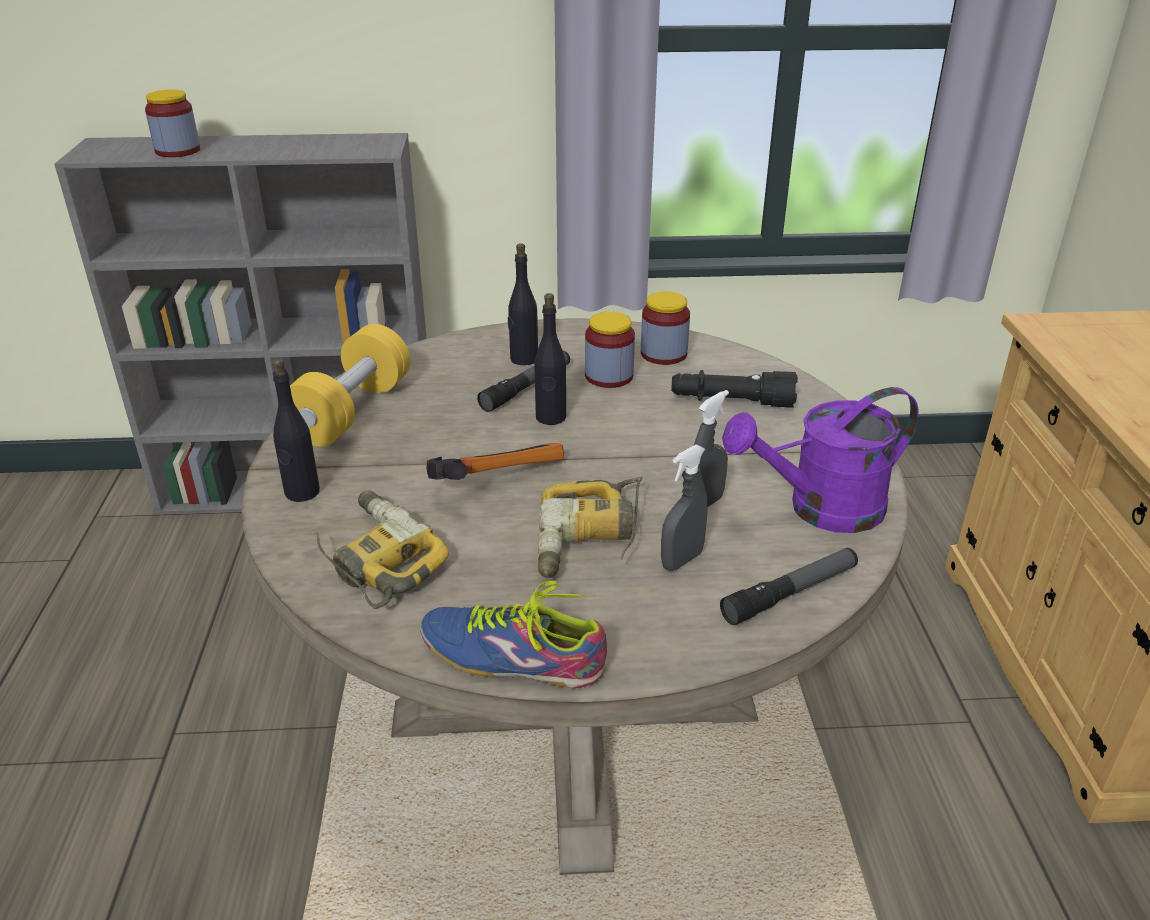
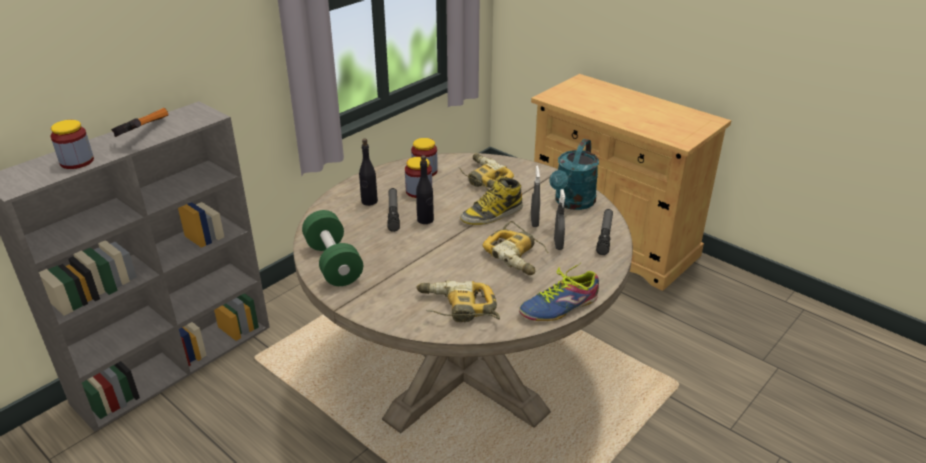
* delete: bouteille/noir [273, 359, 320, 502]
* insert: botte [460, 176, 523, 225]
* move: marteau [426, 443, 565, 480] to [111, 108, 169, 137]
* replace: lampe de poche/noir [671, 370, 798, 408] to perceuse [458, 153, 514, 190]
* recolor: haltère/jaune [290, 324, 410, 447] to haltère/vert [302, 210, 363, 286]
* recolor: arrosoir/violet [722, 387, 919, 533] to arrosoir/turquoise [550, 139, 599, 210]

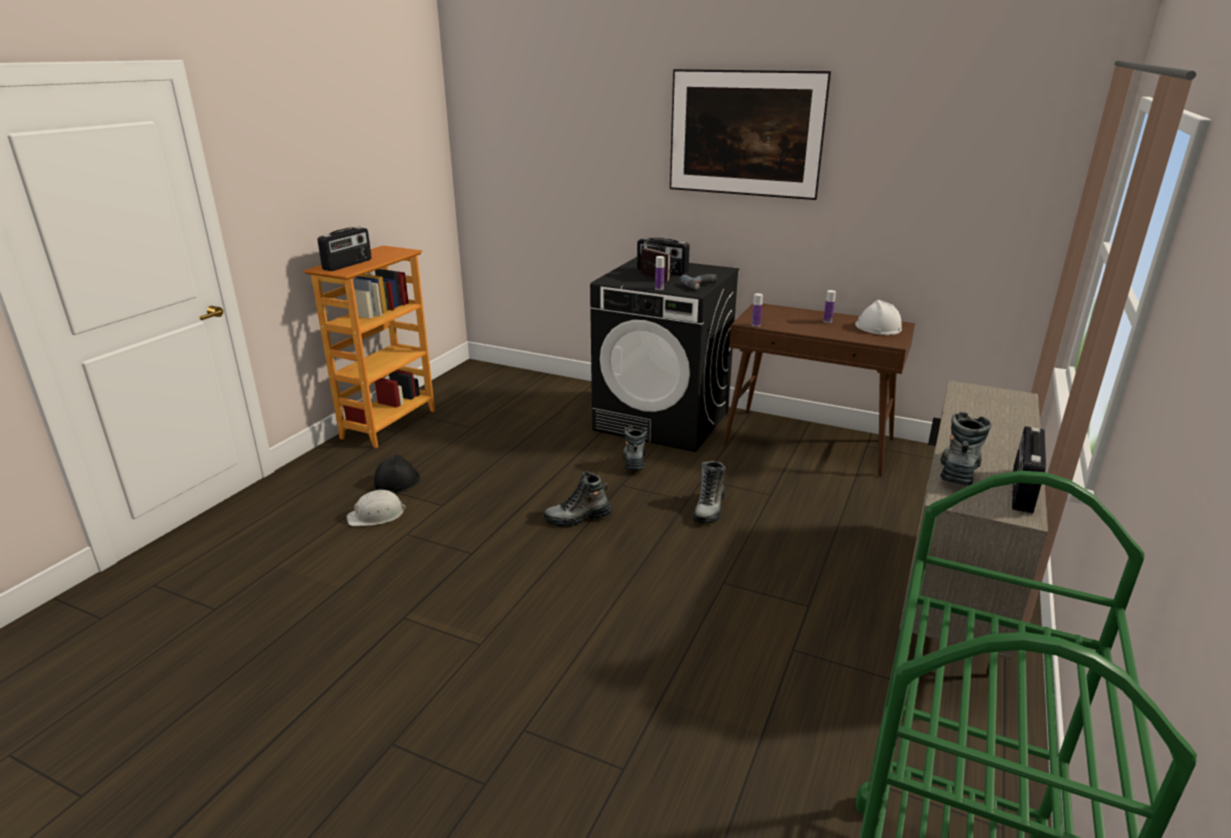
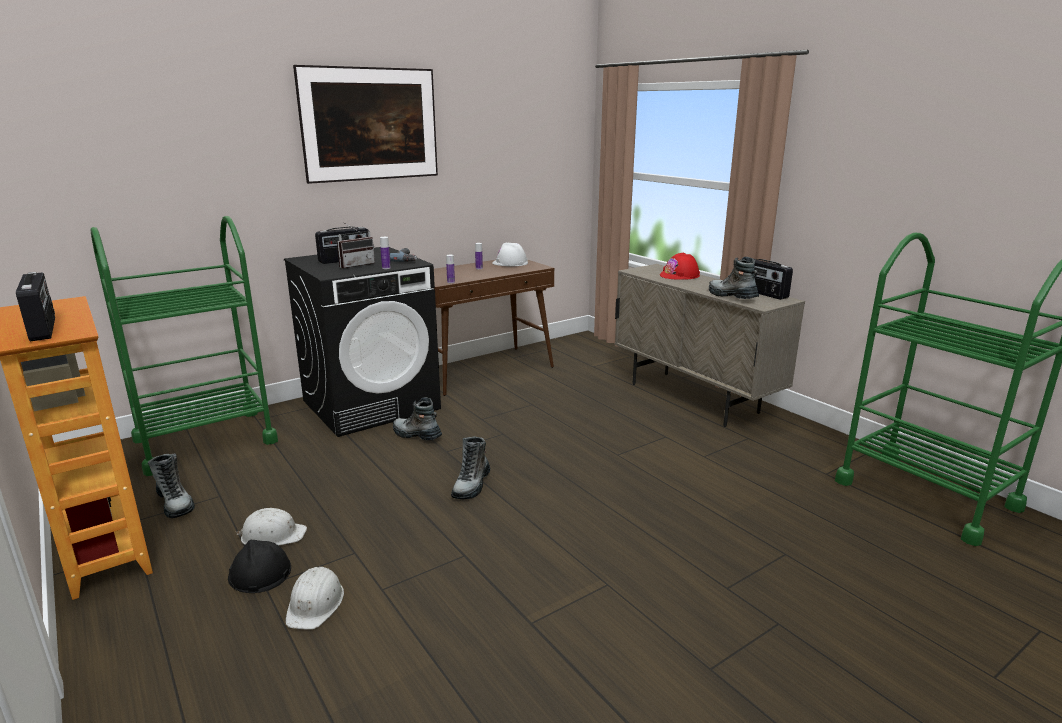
* insert: chariot/vert [90, 216, 278, 476]
* insert: casque de chantier/blanc [236, 508, 307, 545]
* insert: casque de chantier/rouge [660, 252, 700, 280]
* move: botte [693, 461, 726, 523] to [148, 454, 195, 518]
* rotate: radio [641, 239, 672, 281] = [337, 222, 375, 268] 150 degrees clockwise

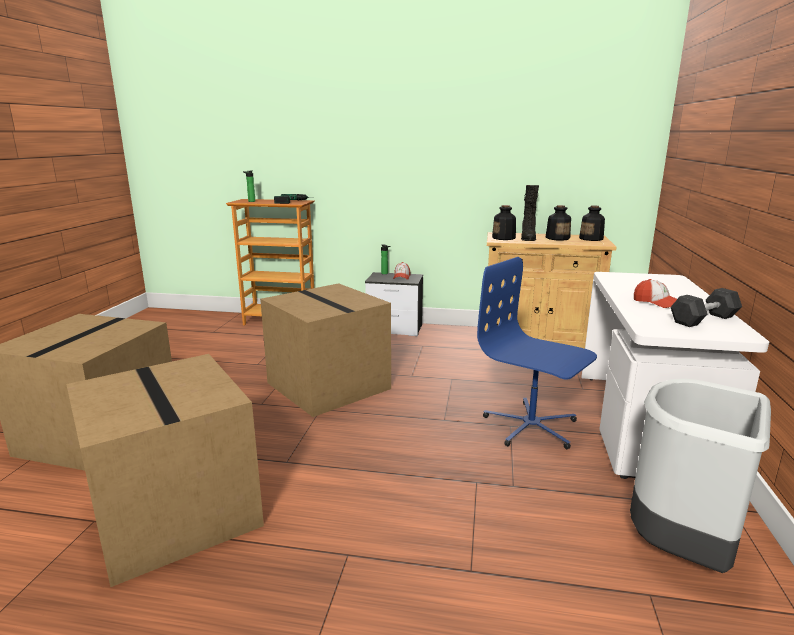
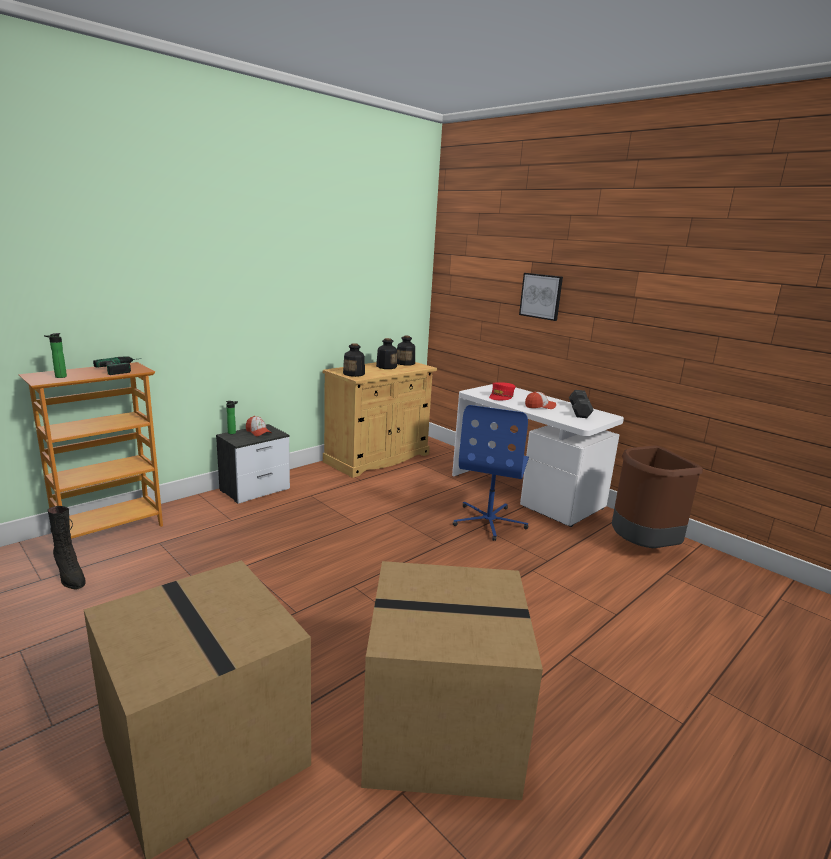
* delete: carton [260, 283, 391, 417]
* insert: casquette/rouge [489, 382, 515, 400]
* insert: tableau [519, 273, 563, 321]
* move: botte/noir [521, 185, 539, 241] to [48, 506, 85, 589]
* recolor: poubelle/gris [630, 378, 771, 573] to poubelle/marron [612, 445, 703, 548]
* rotate: chaise de bureau/bleu [477, 257, 597, 449] = [453, 405, 529, 541] 60 degrees counterclockwise

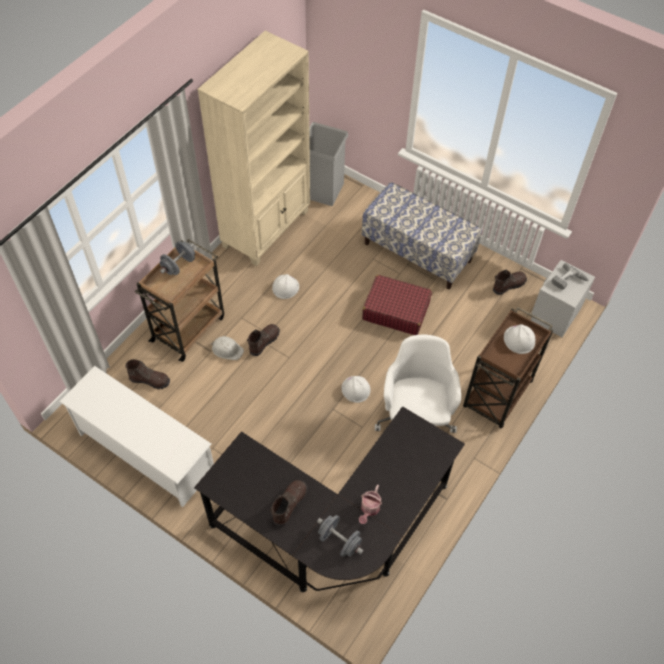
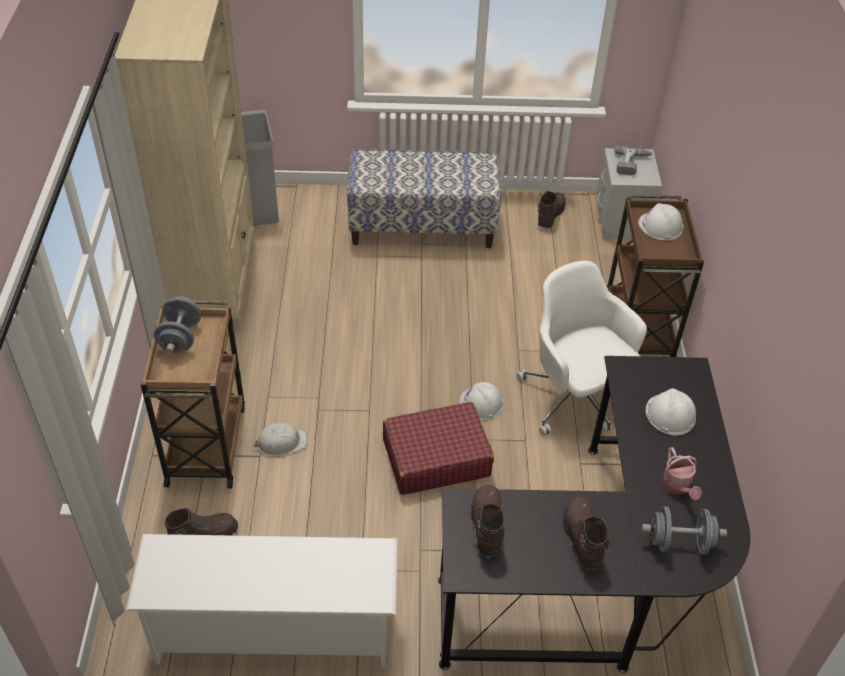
* move: botte/marron [247, 324, 280, 356] to [470, 485, 505, 557]
* move: casque de chantier/blanc [272, 274, 299, 299] to [645, 388, 696, 436]
* move: valise/rouge [362, 275, 432, 335] to [383, 402, 494, 495]

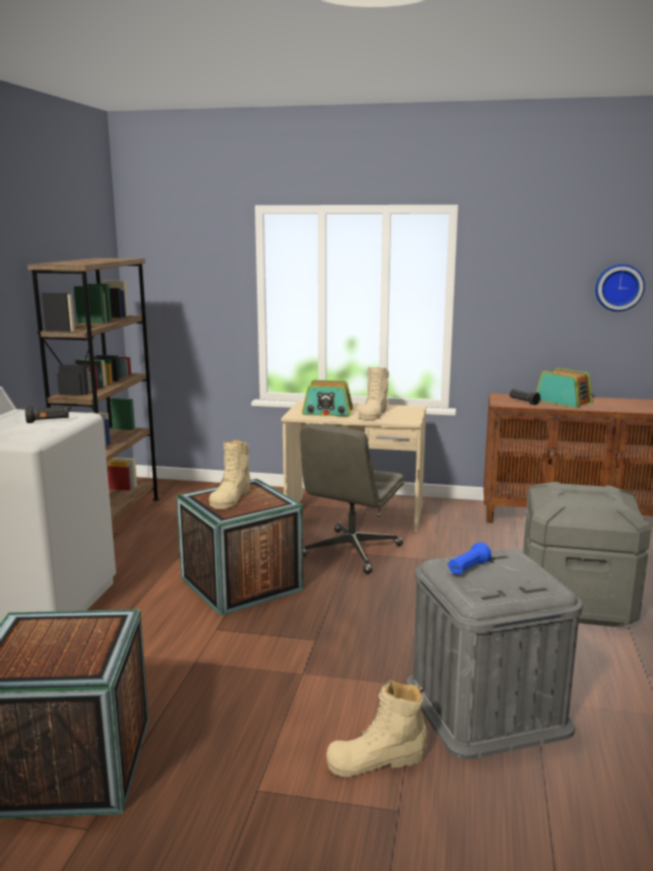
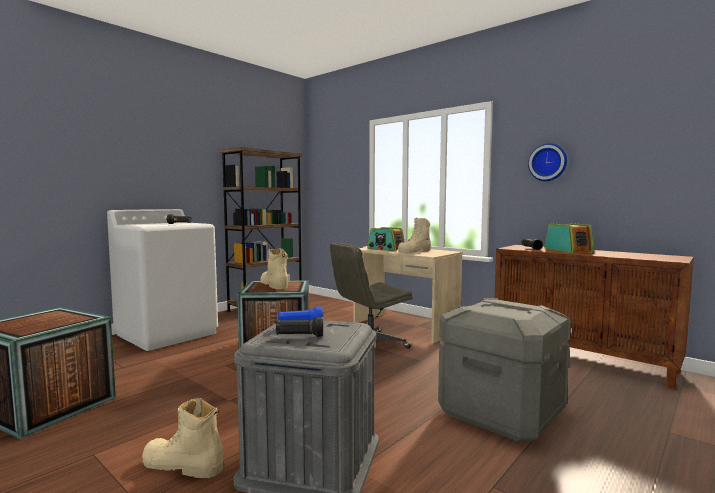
* insert: lampe de poche/noir [276, 317, 323, 337]
* move: horloge murale [595, 264, 645, 312] to [528, 143, 567, 181]
* rotate: botte/beige [209, 440, 250, 509] = [260, 248, 288, 289] 105 degrees clockwise

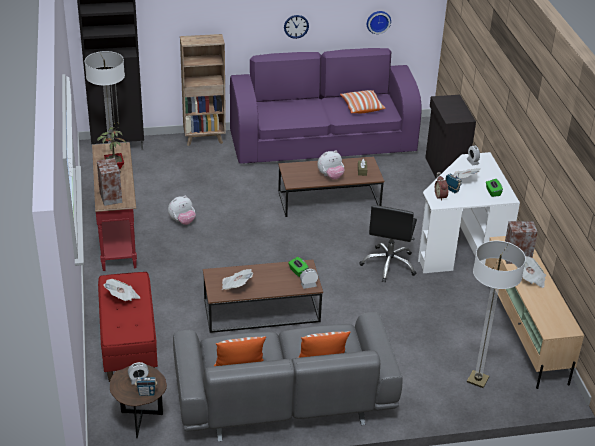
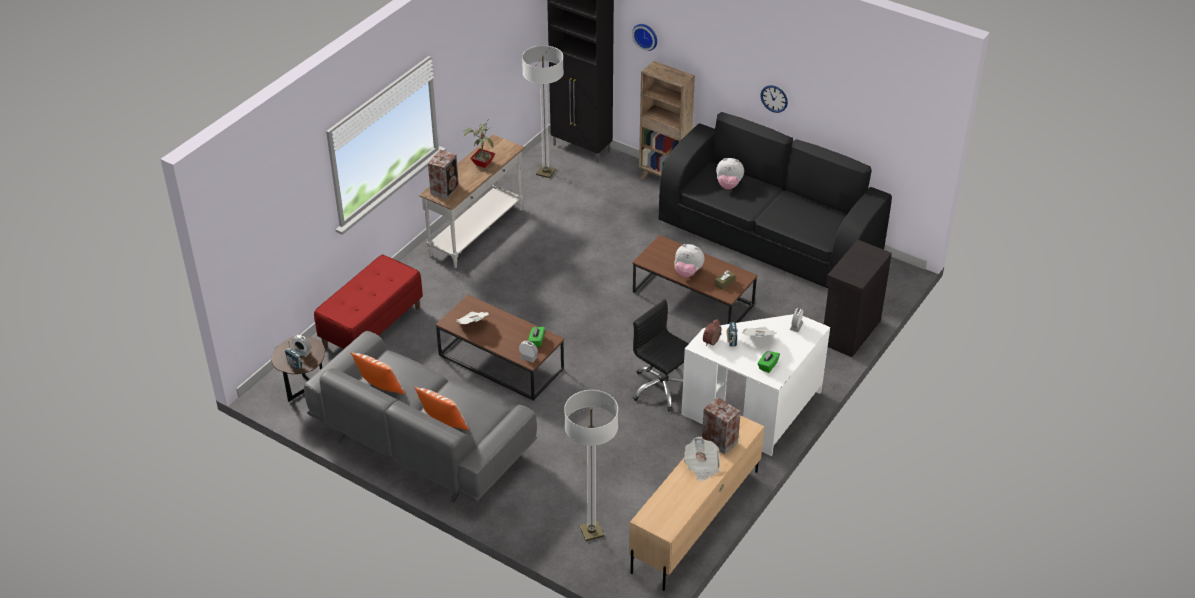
* delete: journal [103, 279, 141, 301]
* delete: coussin [340, 90, 385, 113]
* move: peluche [168, 195, 196, 225] to [716, 158, 744, 190]
* move: horloge murale [367, 11, 391, 34] to [632, 24, 657, 51]
* recolor: table console/rouge [92, 142, 137, 271] to table console/blanc [419, 135, 525, 268]
* recolor: canapé/violet [230, 48, 421, 164] to canapé/noir [659, 112, 892, 288]
* rotate: chaise de bureau/noir [359, 205, 417, 282] = [632, 299, 689, 412] 75 degrees clockwise

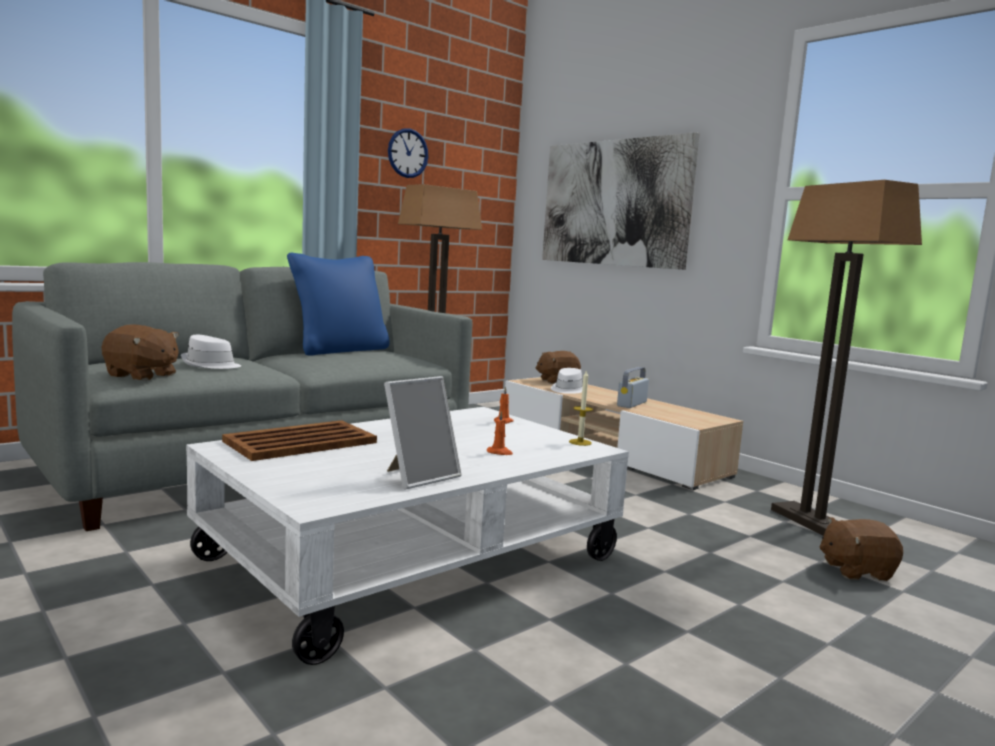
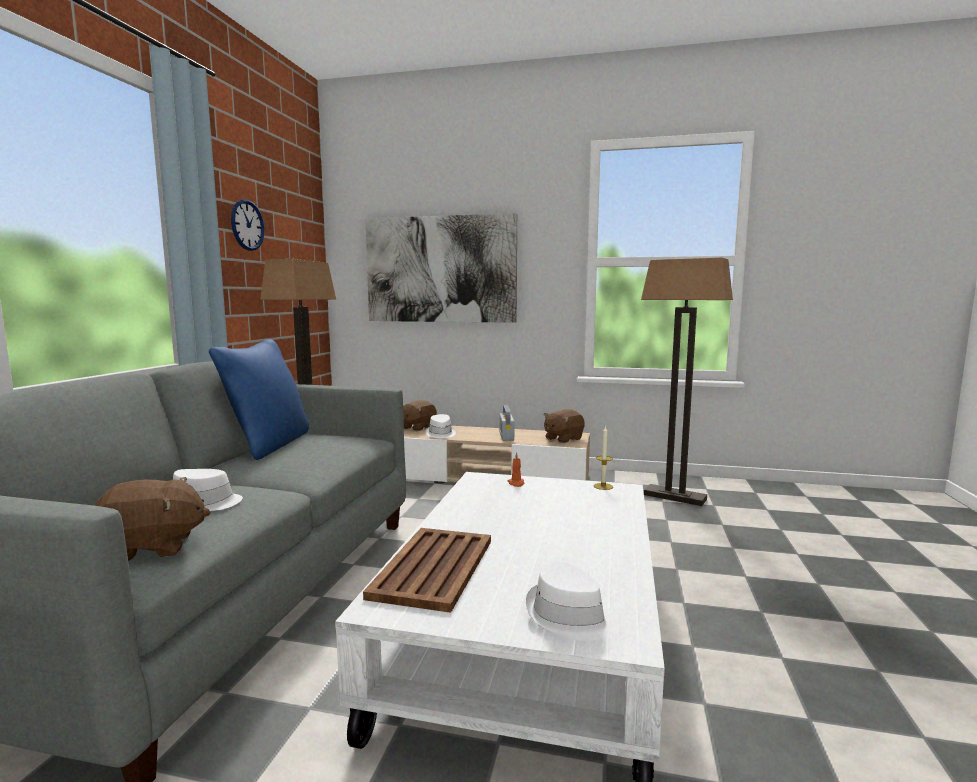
* delete: cadre photo [384, 376, 462, 490]
* delete: bougie/orange [487, 411, 513, 455]
* insert: chapeau/blanc [526, 561, 616, 641]
* move: peluche/marron [820, 517, 903, 581] to [544, 409, 585, 443]

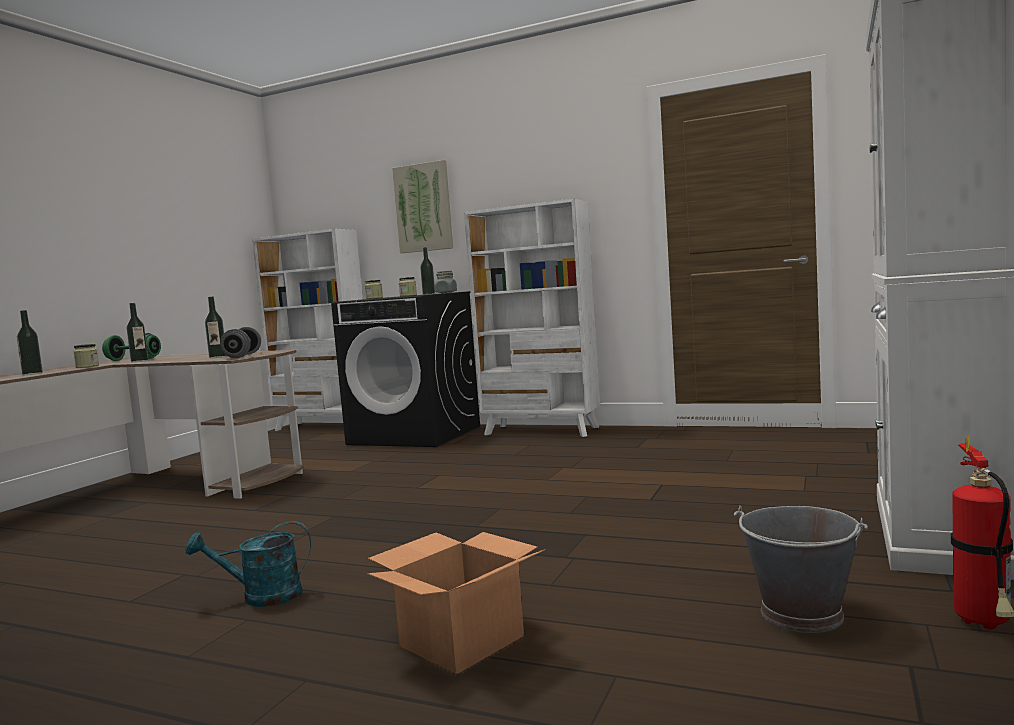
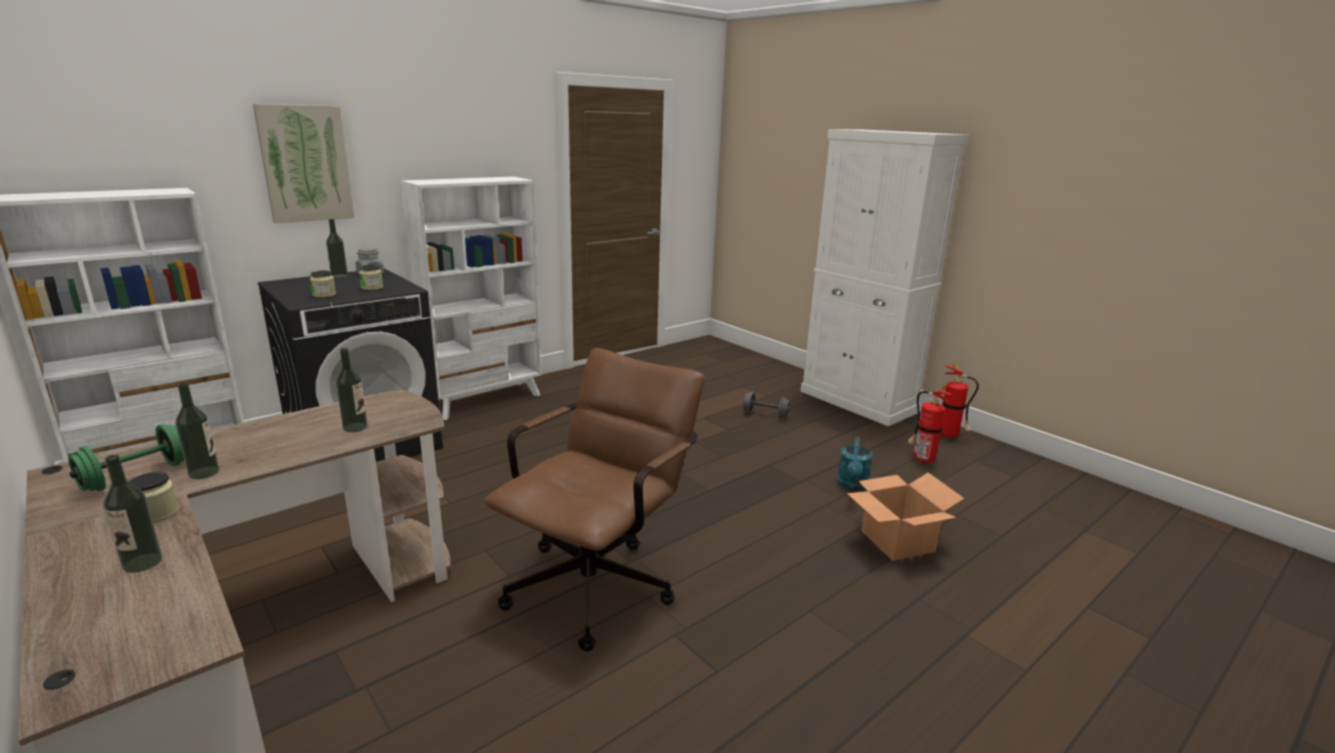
* insert: chaise de bureau/marron [484, 348, 705, 652]
* move: arrosoir/turquoise [185, 521, 311, 607] to [837, 436, 873, 491]
* move: haltère/gris [220, 327, 261, 358] to [743, 391, 791, 419]
* replace: seau/gris [734, 506, 868, 633] to extincteur [908, 385, 951, 463]

